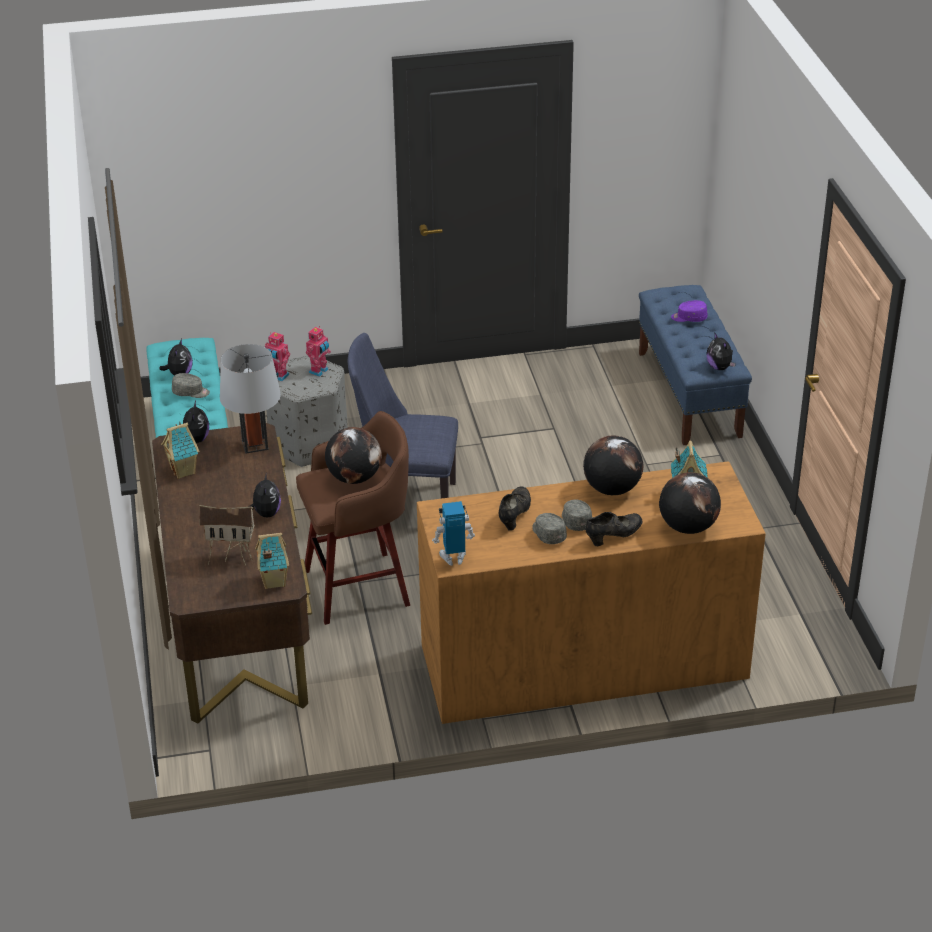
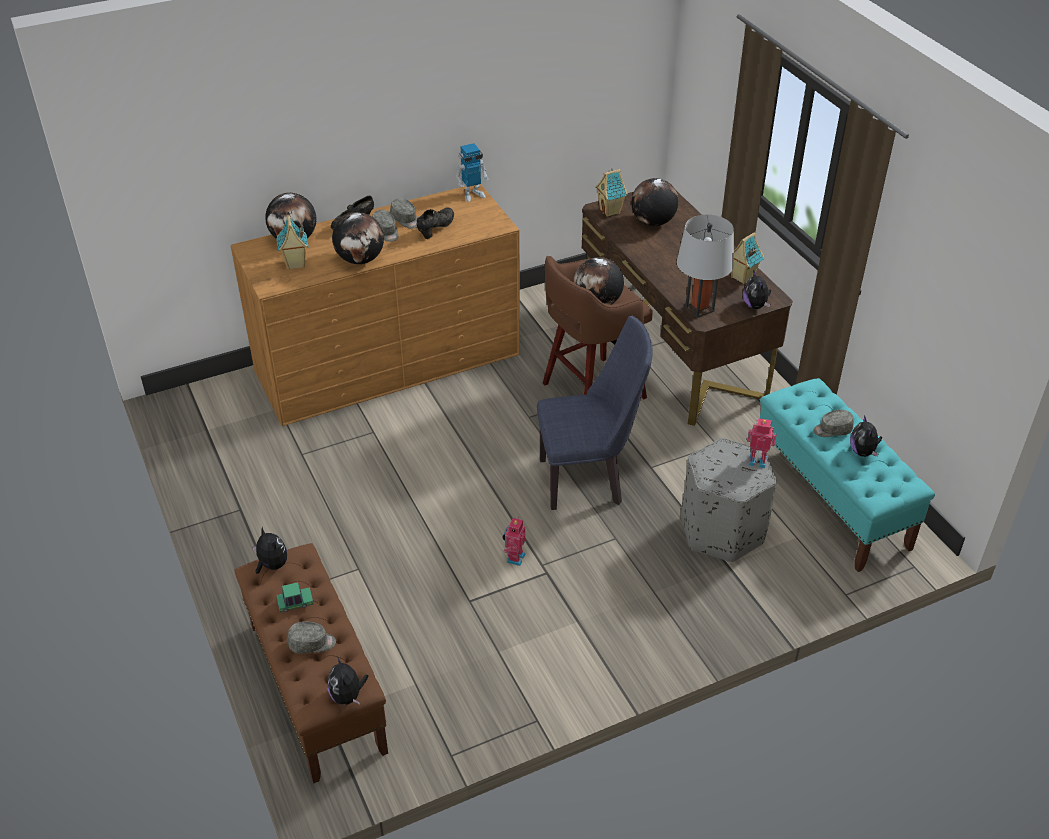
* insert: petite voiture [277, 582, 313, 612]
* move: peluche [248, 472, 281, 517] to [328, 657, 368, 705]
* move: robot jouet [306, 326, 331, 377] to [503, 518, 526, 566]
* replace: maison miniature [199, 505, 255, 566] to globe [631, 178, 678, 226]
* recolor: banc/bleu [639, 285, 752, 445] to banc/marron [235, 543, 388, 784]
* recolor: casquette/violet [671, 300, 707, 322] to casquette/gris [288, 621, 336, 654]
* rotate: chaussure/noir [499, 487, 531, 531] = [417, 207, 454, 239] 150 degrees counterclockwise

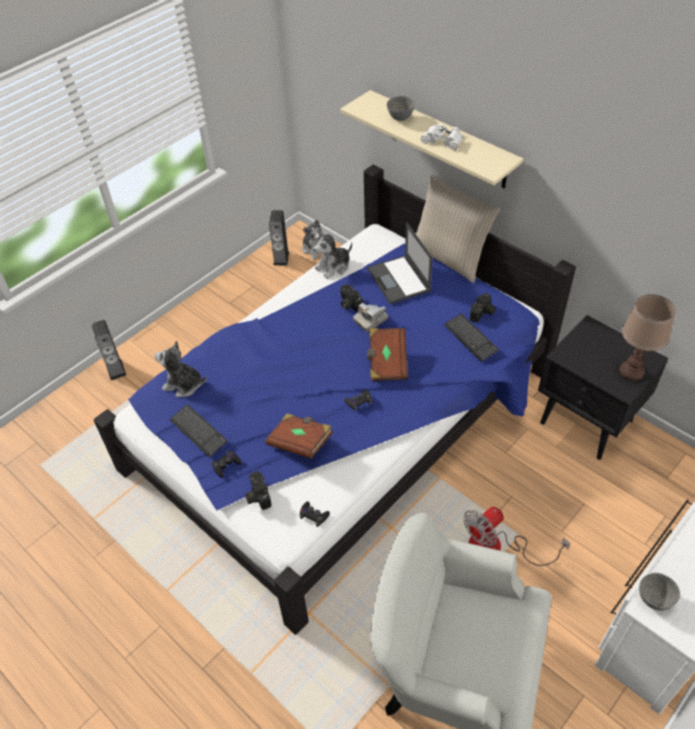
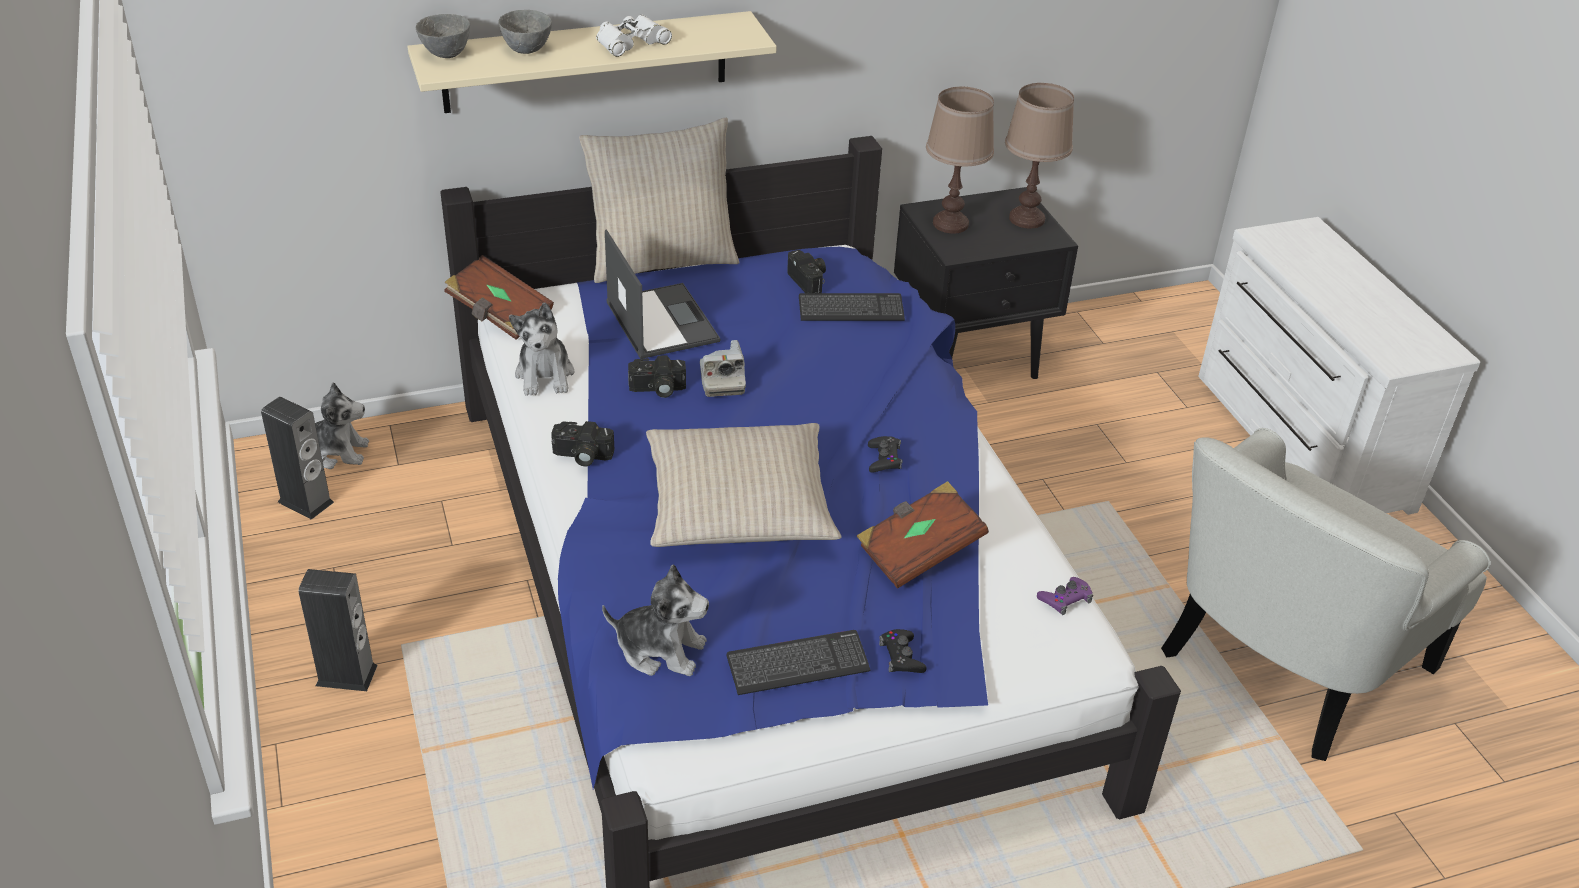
* delete: ventilateur [463, 507, 571, 566]
* insert: coussin/beige [646, 423, 841, 547]
* insert: lampe de table/marron [926, 87, 994, 234]
* move: enceinte [91, 320, 126, 380] to [299, 569, 378, 691]
* move: appareil photo [245, 471, 271, 510] to [551, 421, 614, 466]
* move: livre/marron [367, 328, 408, 381] to [444, 255, 554, 340]
* move: bol/gris [639, 573, 680, 611] to [416, 14, 470, 58]
* recolor: manette/noir [300, 501, 330, 527] to manette/violet [1037, 577, 1093, 615]
* rotate: peluche [155, 341, 206, 397] = [602, 565, 709, 676] 120 degrees counterclockwise
* rotate: ordinateur portable [367, 222, 433, 304] = [605, 230, 720, 359] 120 degrees counterclockwise

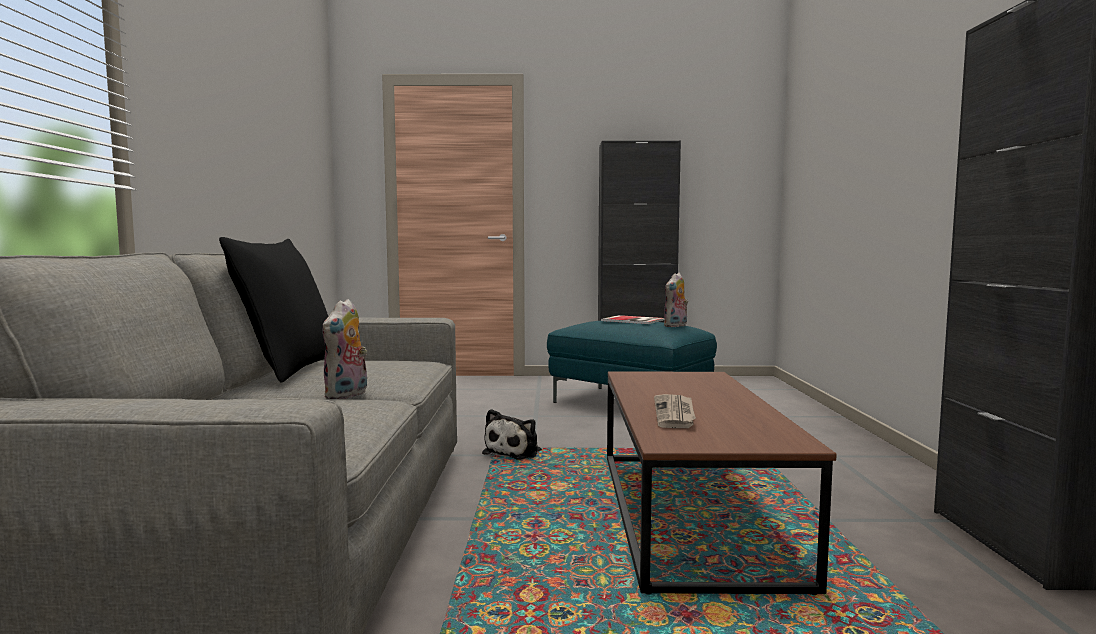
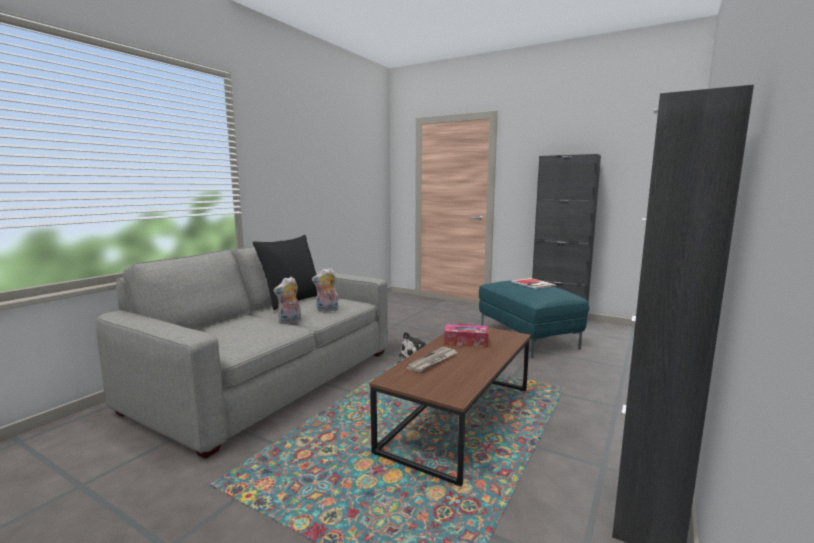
* insert: boîte à mouchoirs [444, 324, 489, 348]
* move: peluche [664, 273, 688, 327] to [312, 268, 340, 312]

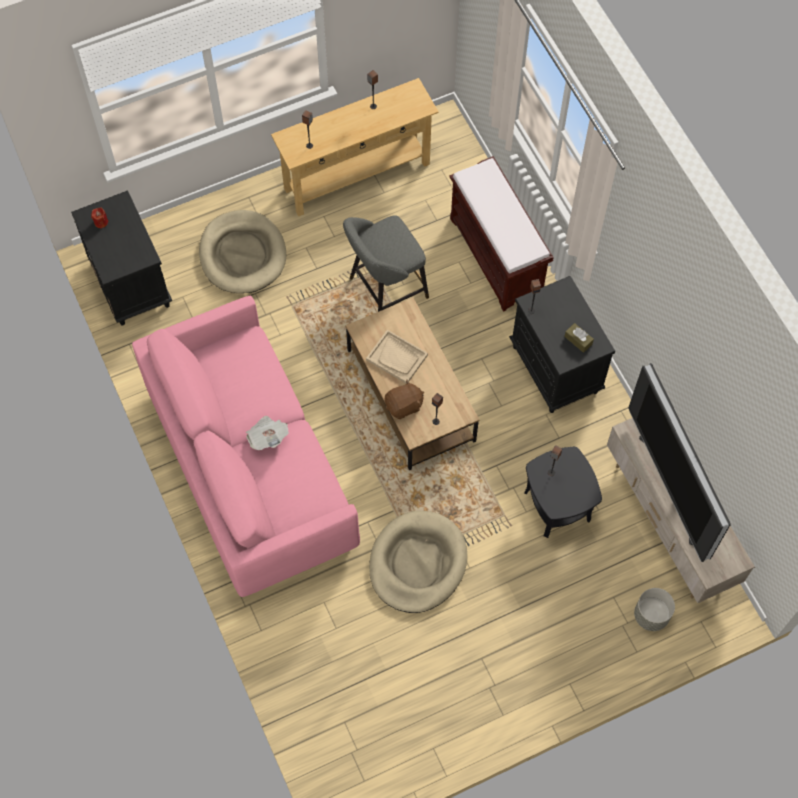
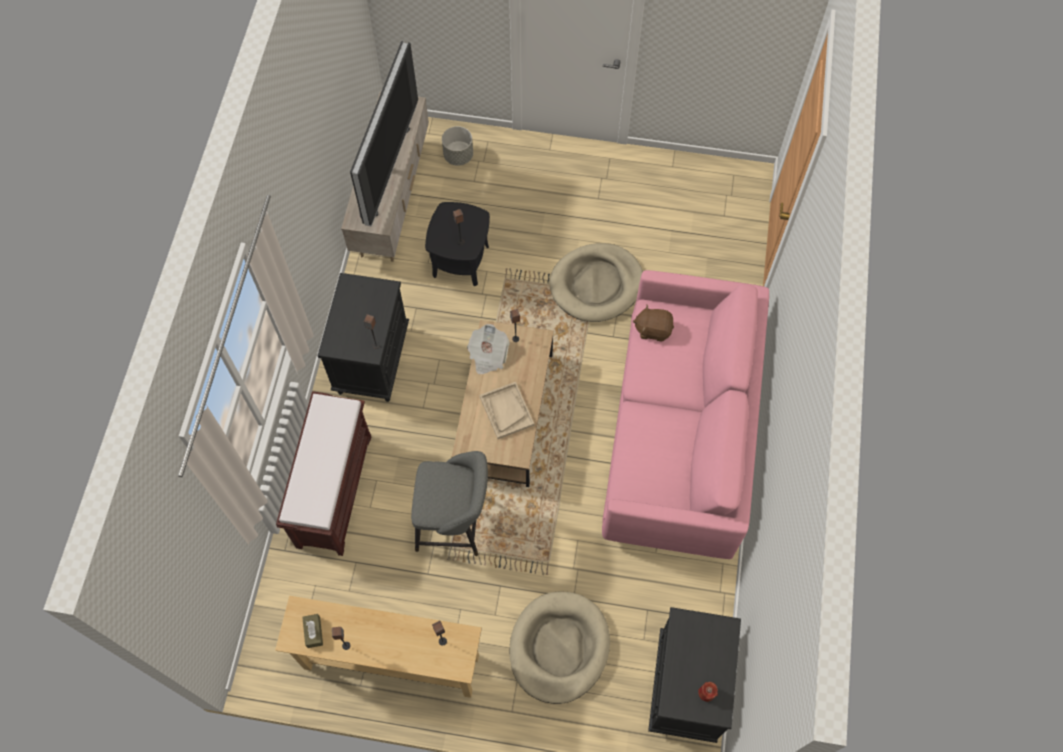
* move: journal [246, 416, 289, 450] to [467, 324, 510, 374]
* move: peluche/marron [385, 379, 424, 419] to [633, 305, 674, 341]
* move: boîte à mouchoirs/marron [564, 323, 594, 353] to [302, 614, 323, 648]

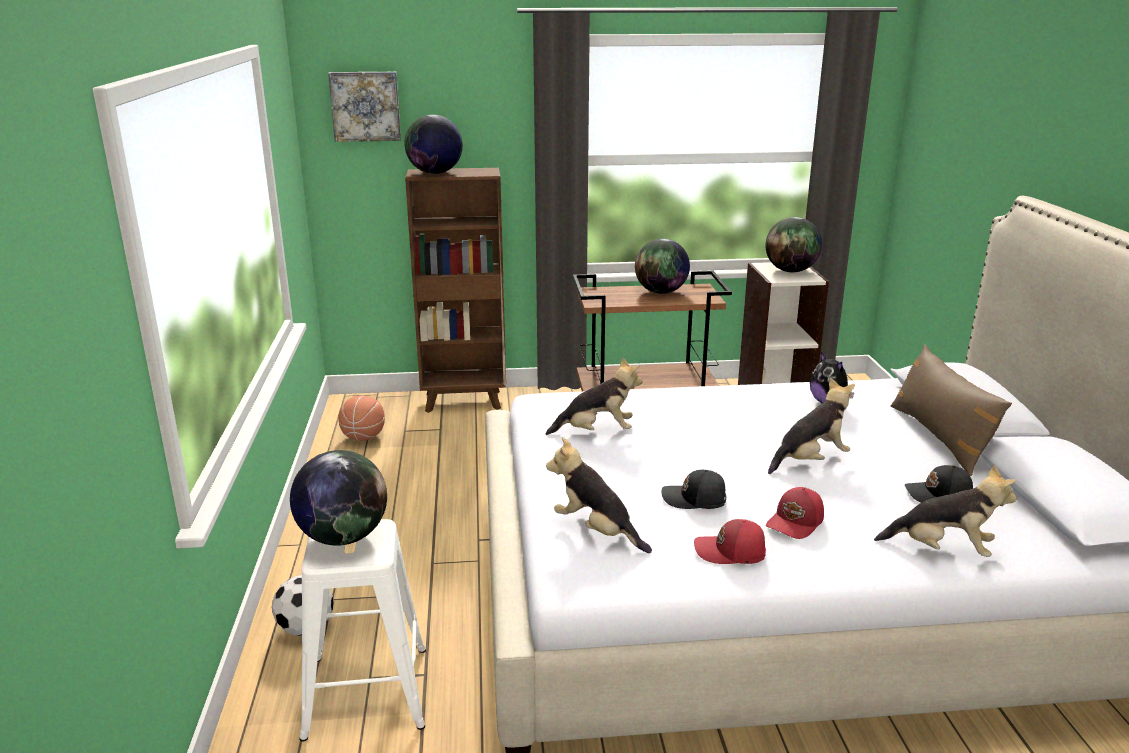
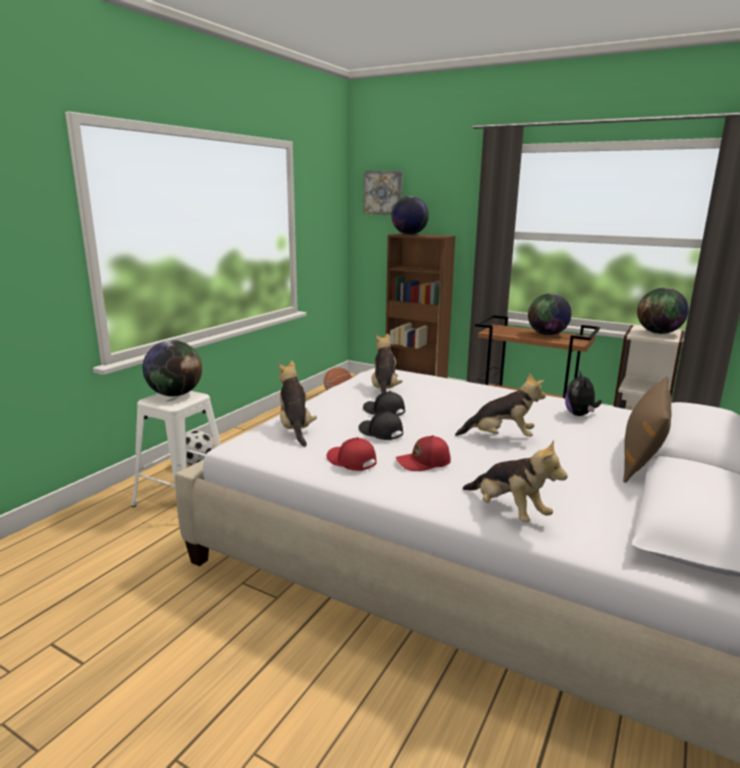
* move: casquette/noir [905, 465, 973, 503] to [363, 391, 405, 416]
* rotate: peluche [545, 357, 642, 435] = [372, 333, 402, 393] 120 degrees counterclockwise

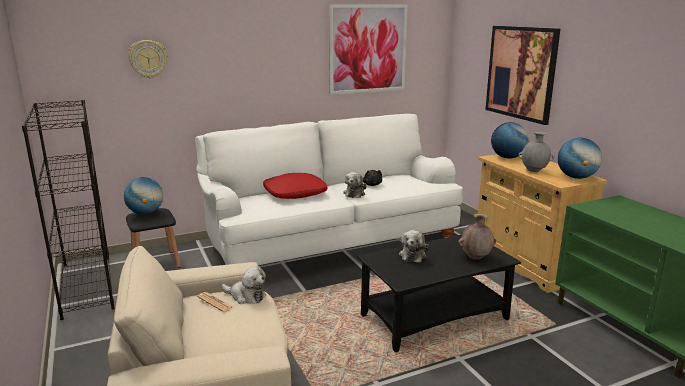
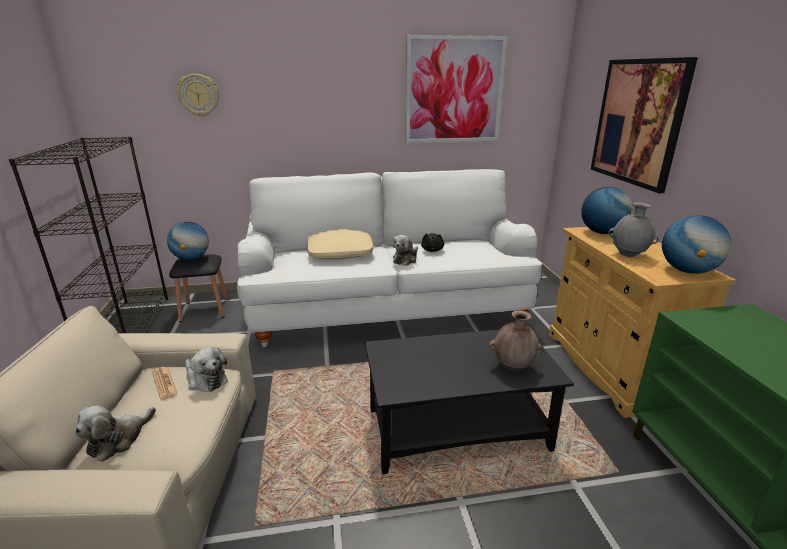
* move: peluche [399, 230, 429, 263] to [75, 406, 156, 462]
* recolor: coussin/rouge [263, 173, 327, 199] to coussin/beige [307, 229, 373, 259]

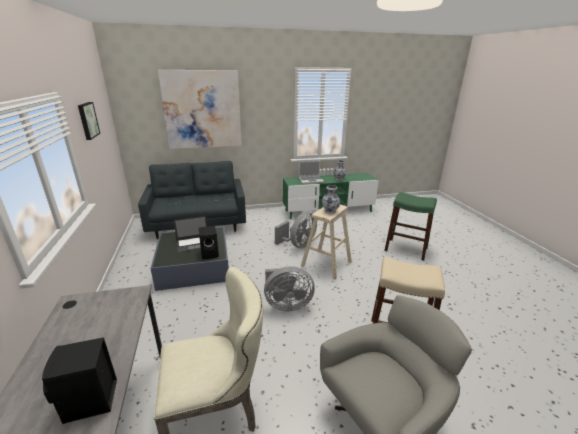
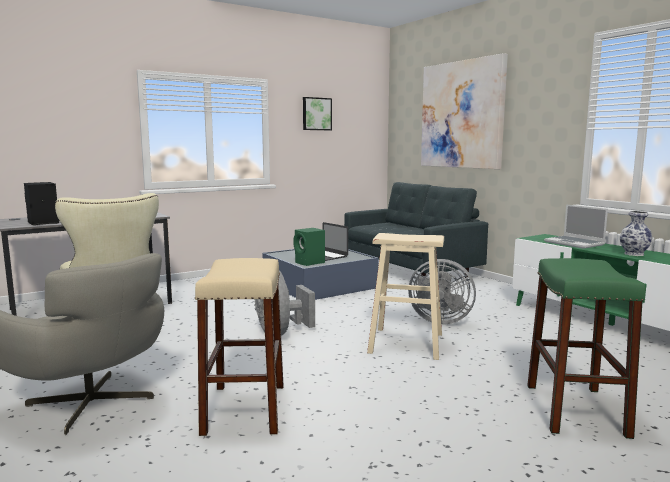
* delete: vase [322, 185, 340, 214]
* recolor: enceinte/noir [198, 226, 219, 259] to enceinte/vert [293, 228, 325, 266]

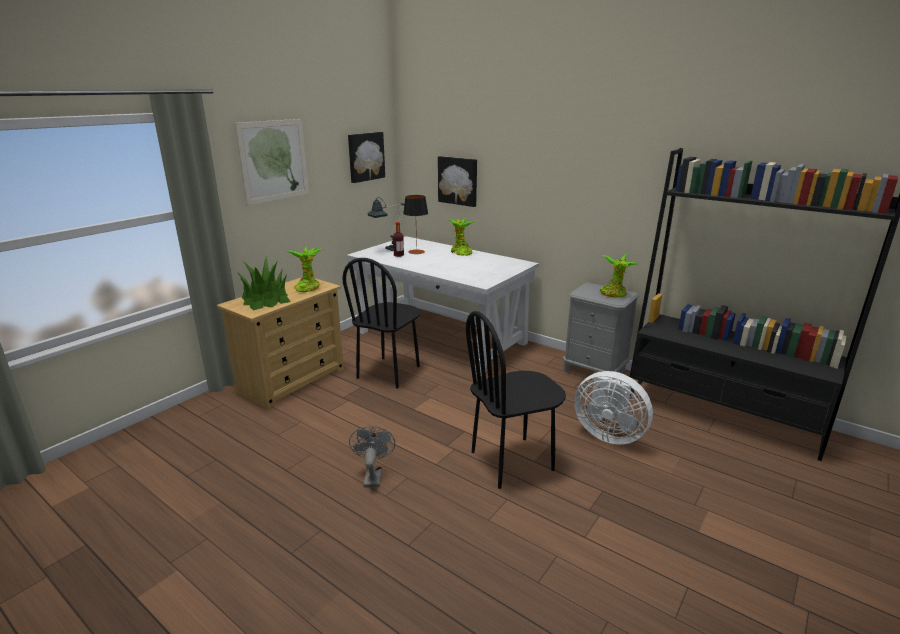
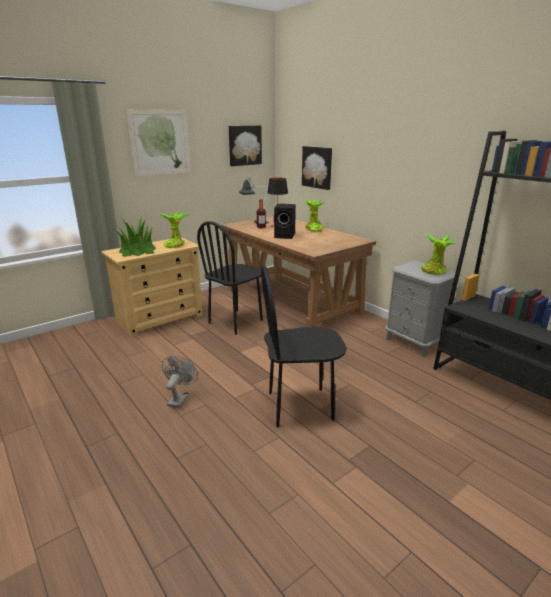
* delete: ventilateur/blanc [574, 371, 653, 445]
* insert: enceinte/noir [274, 204, 296, 239]
* recolor: bureau/blanc [346, 236, 539, 376] to bureau/marron [221, 216, 376, 327]

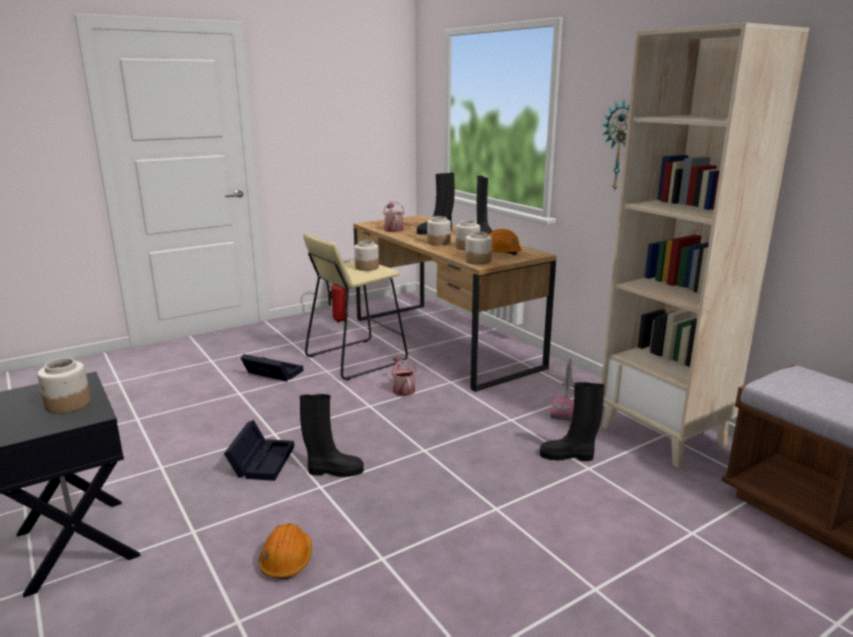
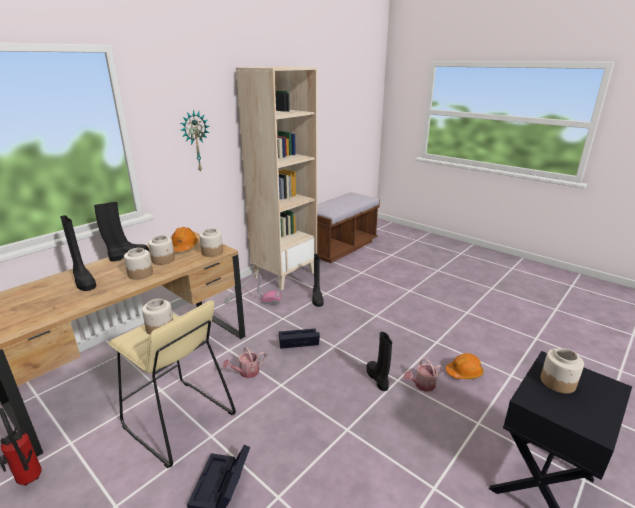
* move: boîte de rangement/noir [224, 420, 294, 481] to [279, 329, 320, 349]
* move: arrosoir [383, 202, 405, 232] to [404, 359, 442, 392]

